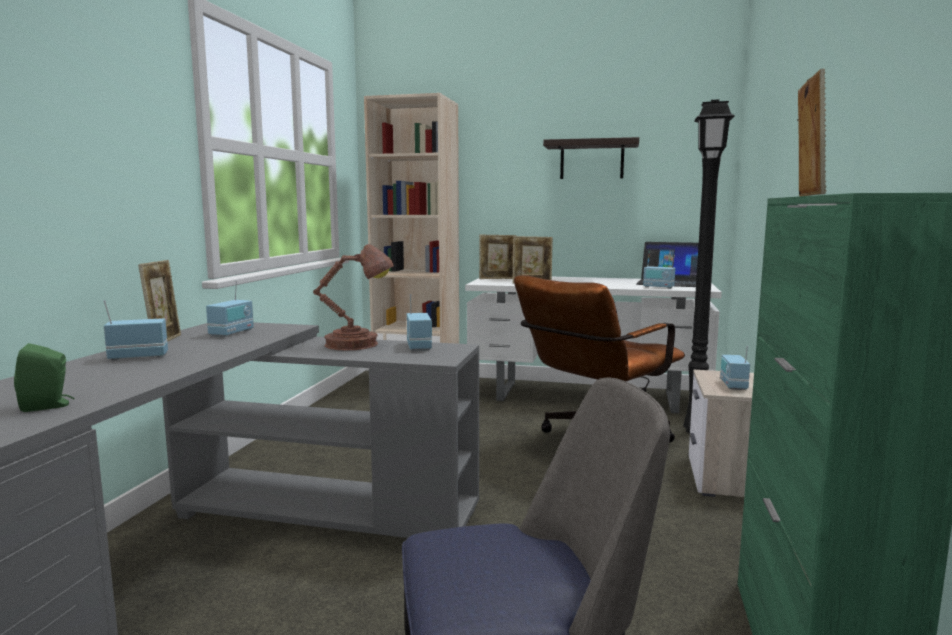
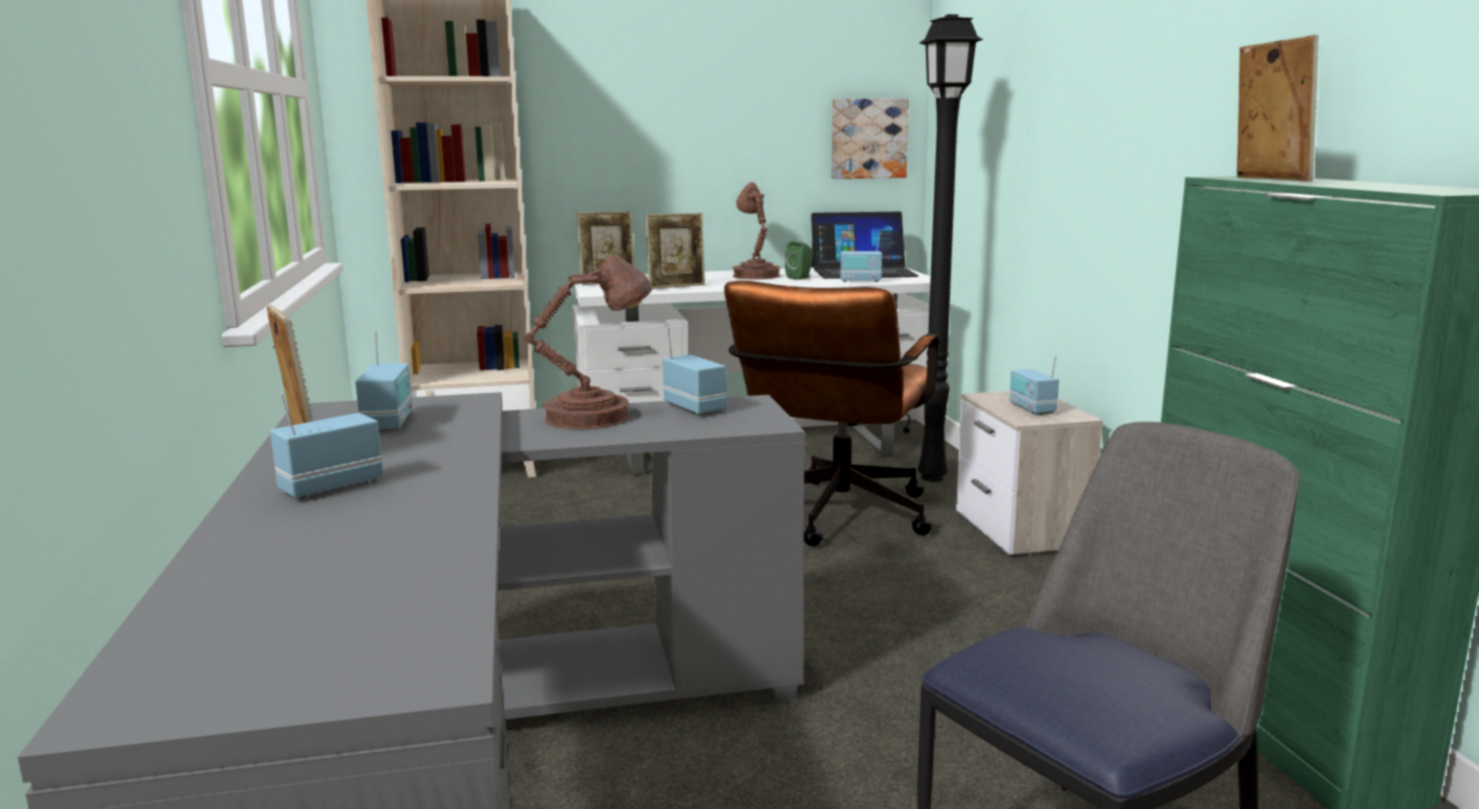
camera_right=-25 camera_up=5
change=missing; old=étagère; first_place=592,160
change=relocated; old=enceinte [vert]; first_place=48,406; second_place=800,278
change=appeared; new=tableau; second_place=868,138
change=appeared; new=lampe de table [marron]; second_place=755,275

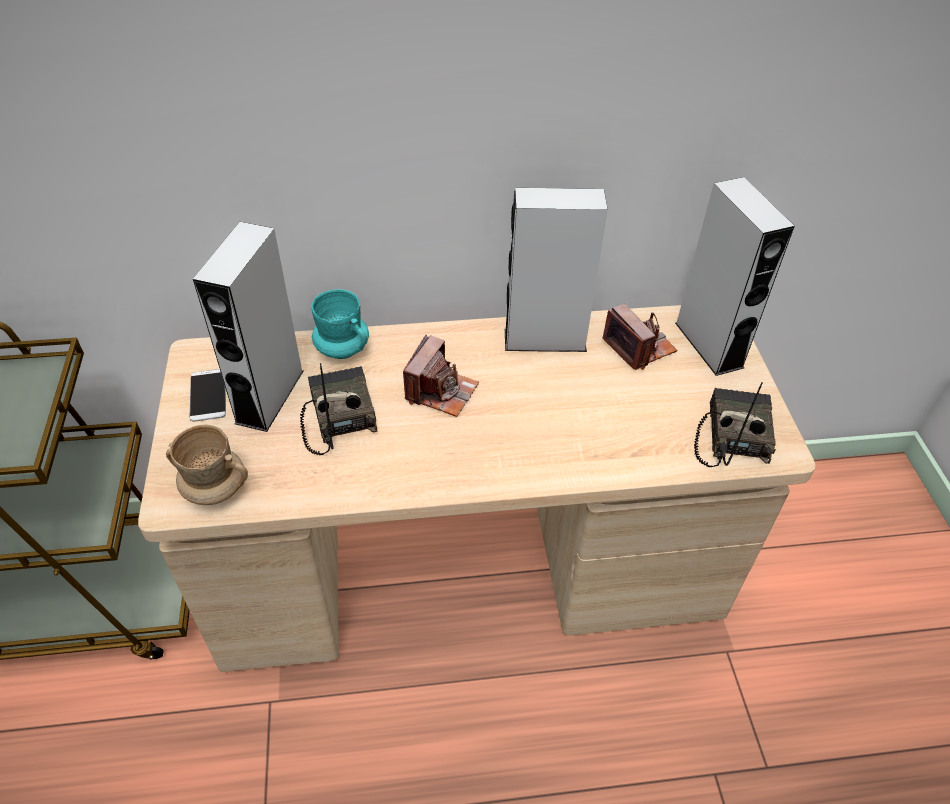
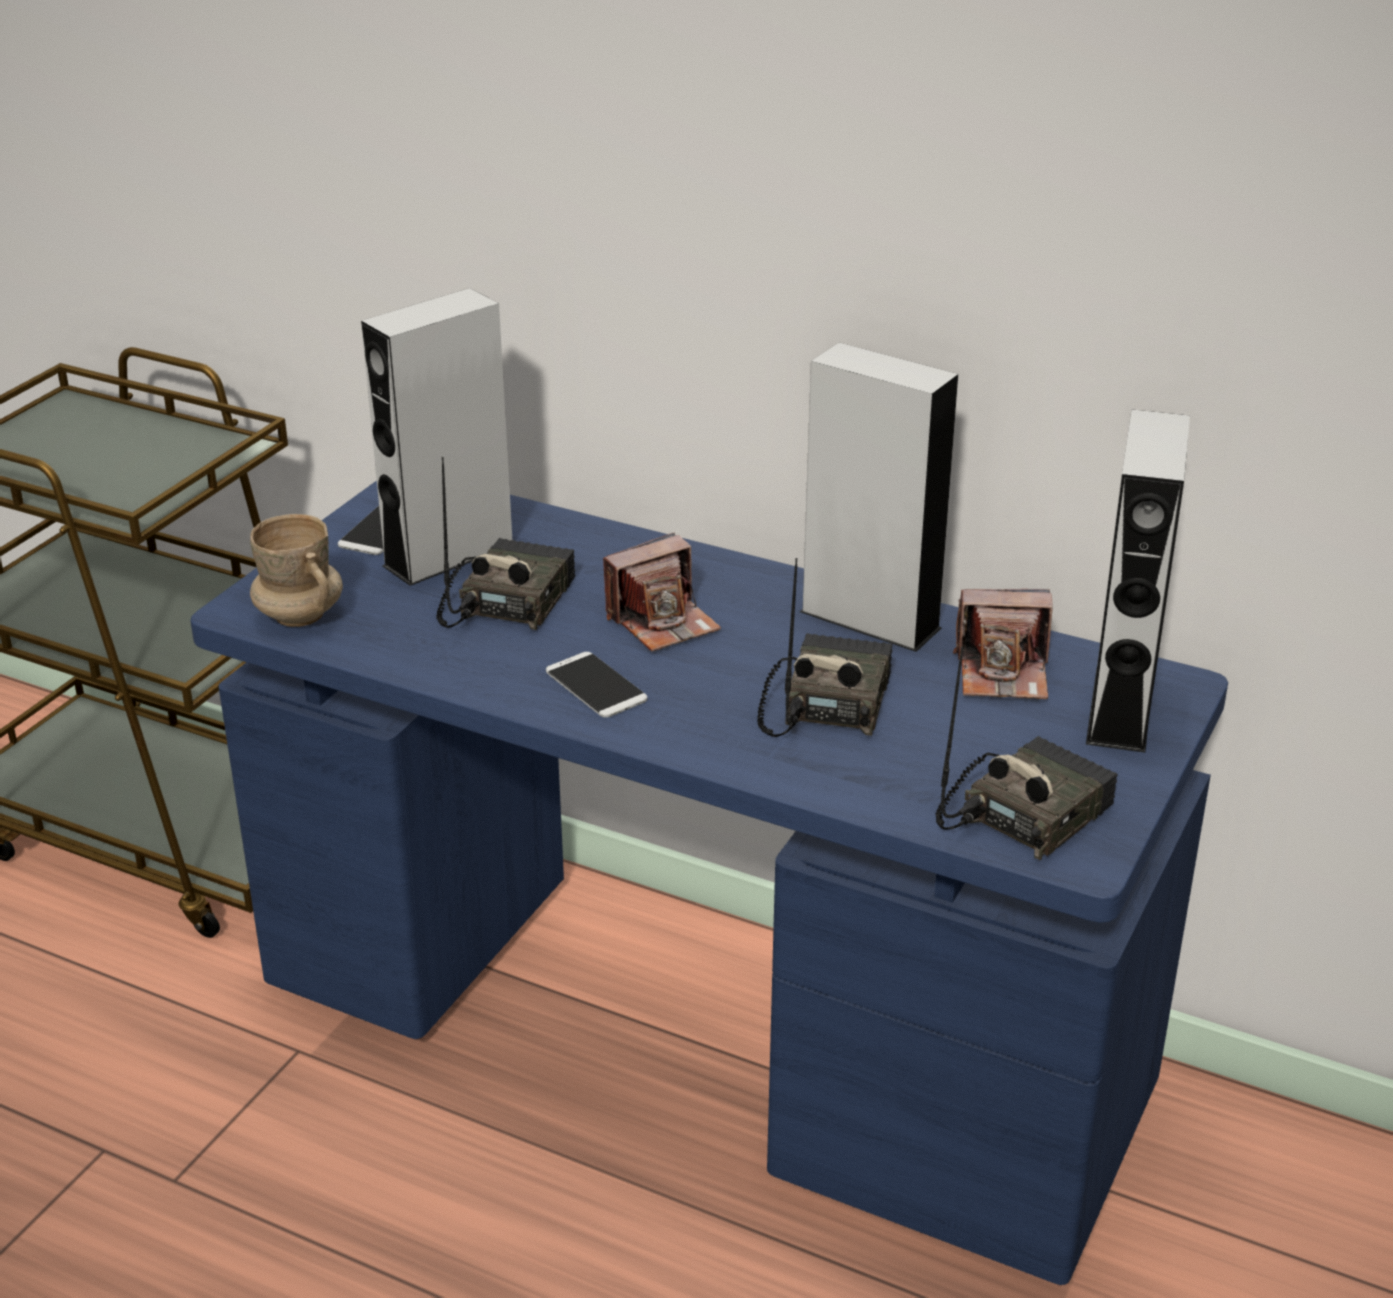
camera_right=35 camera_up=-15
change=missing; old=mug [turquoise]; first_place=342,349
change=spun; old=appareil photo; first_place=639,347; second_place=1003,673; degrees=90
change=colour; old=bureau [beige]; new=bureau [bleu]; first_place=470,574; second_place=697,1038
change=appeared; new=radio; second_place=825,702
change=appeared; new=téléphone; second_place=596,686

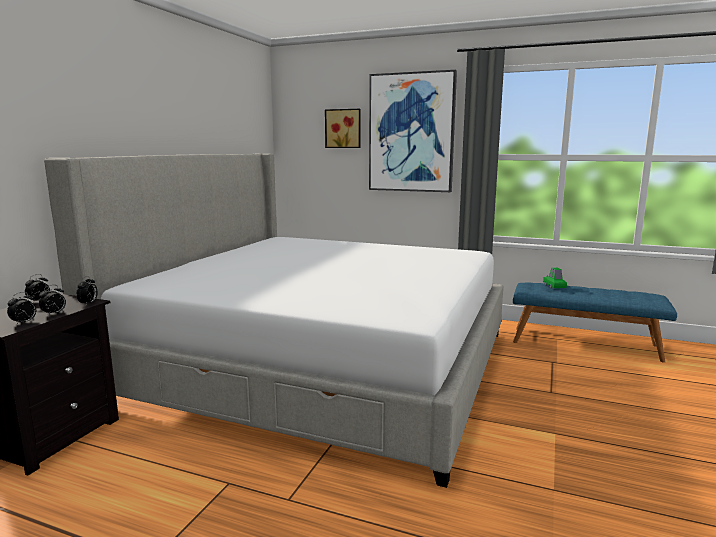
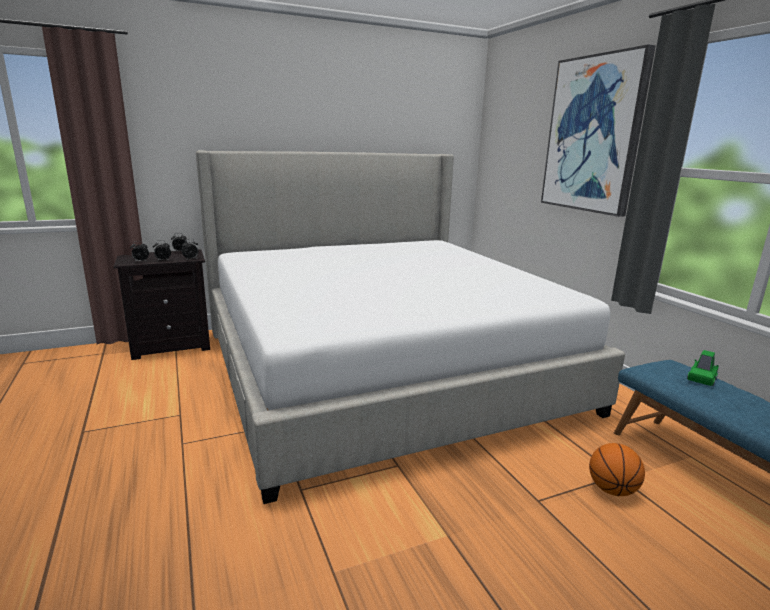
camera_right=45 camera_up=5
change=missing; old=tableau; first_place=343,128
change=appeared; new=ballon de basket; second_place=612,490

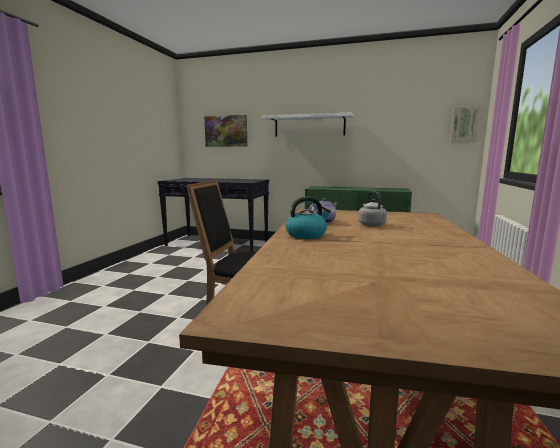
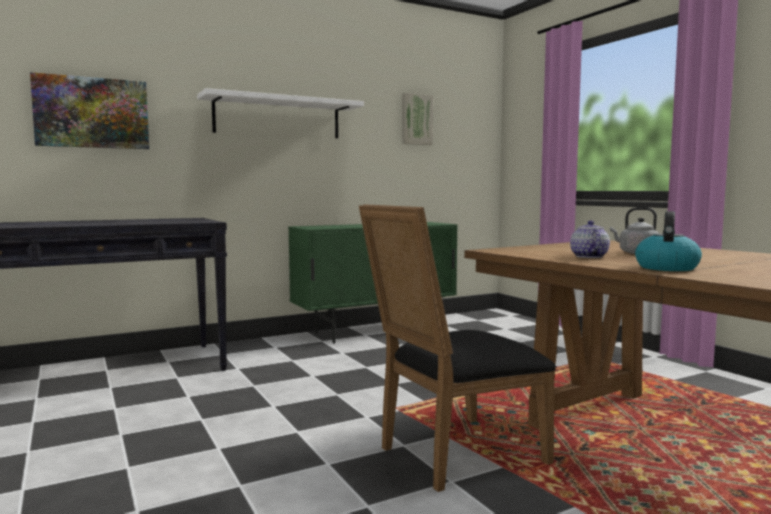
camera_right=-45 camera_up=-5
change=relocated; old=tableau; first_place=464,124; second_place=416,119

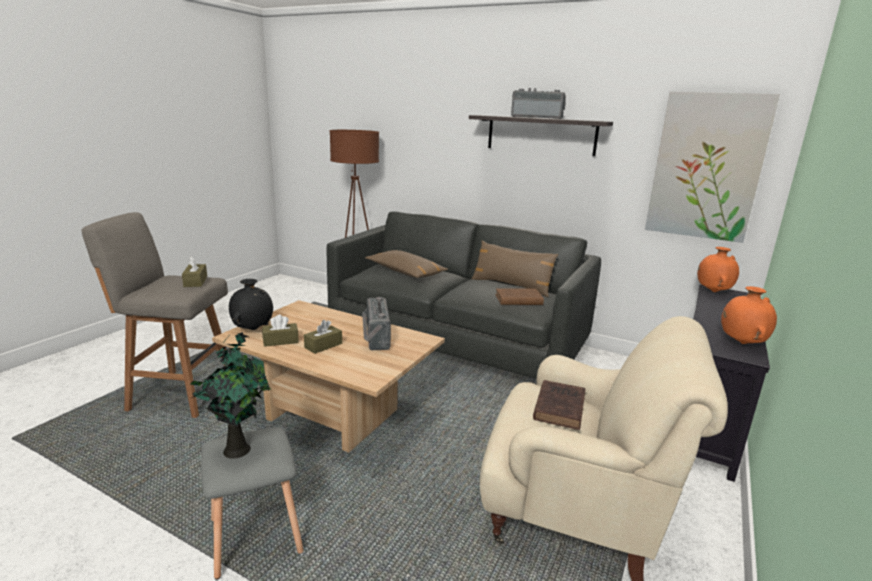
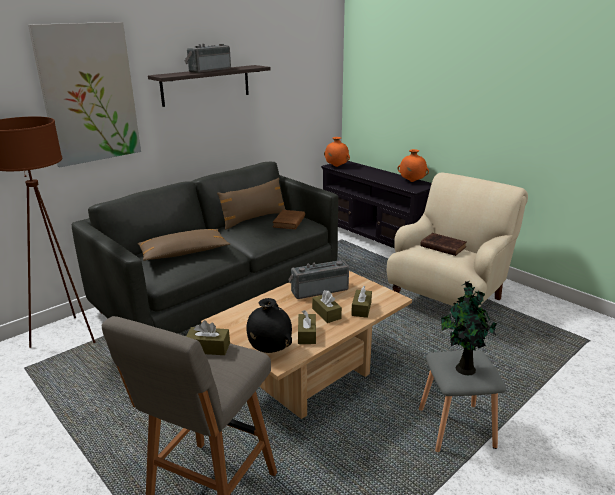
camera_right=-70 camera_up=5
change=relocated; old=tableau; first_place=706,167; second_place=89,94
change=spun; old=radio; first_place=374,337; second_place=319,289; degrees=150
change=appeared; new=boîte à mouchoirs [marron]; second_place=361,309

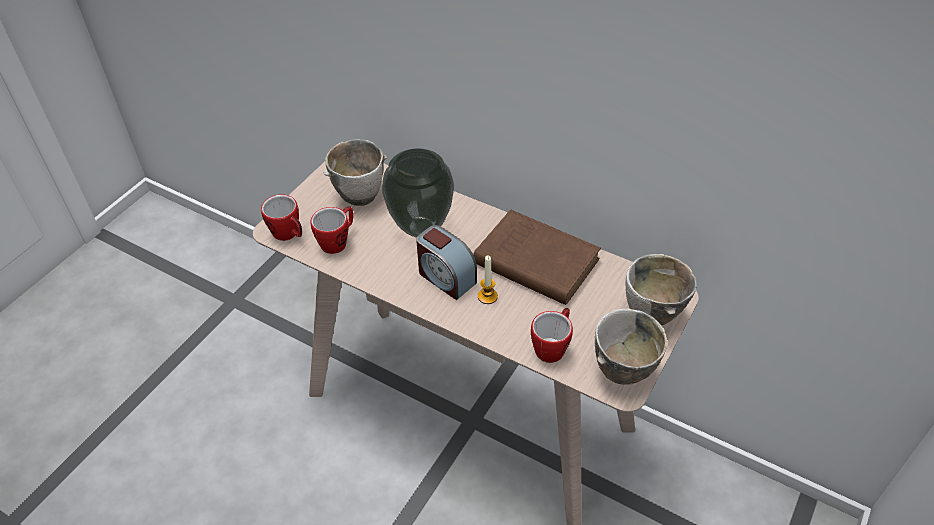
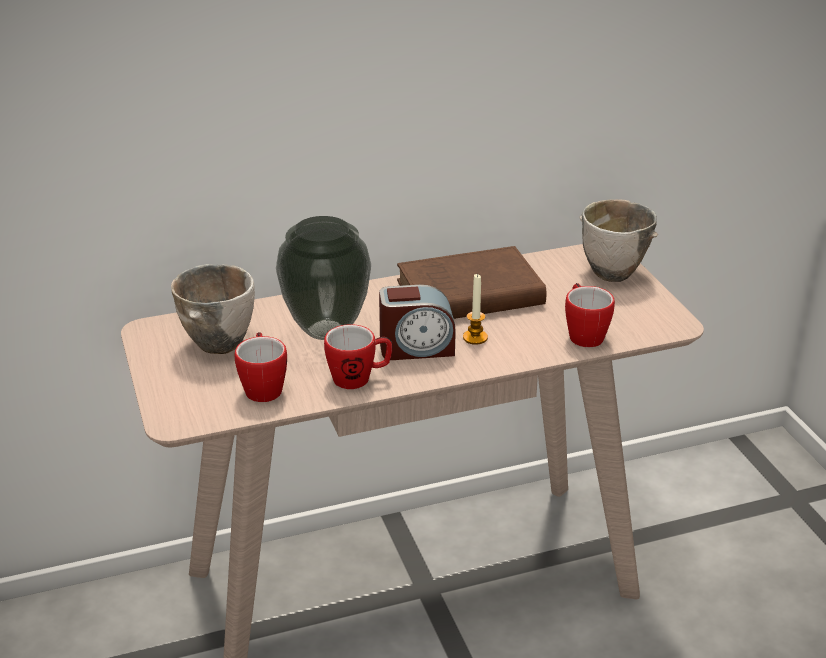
camera_right=-50 camera_up=-15
change=relocated; old=mug; first_place=289,234; second_place=359,378
change=missing; old=bol; first_place=620,374

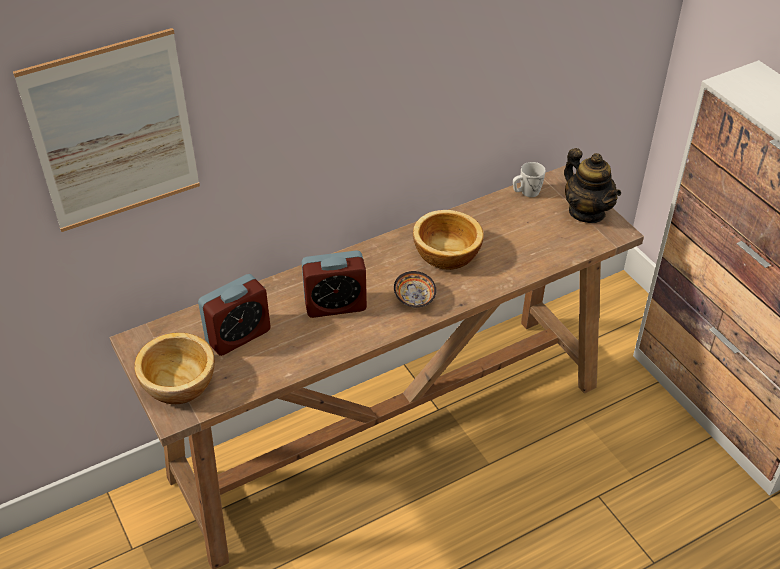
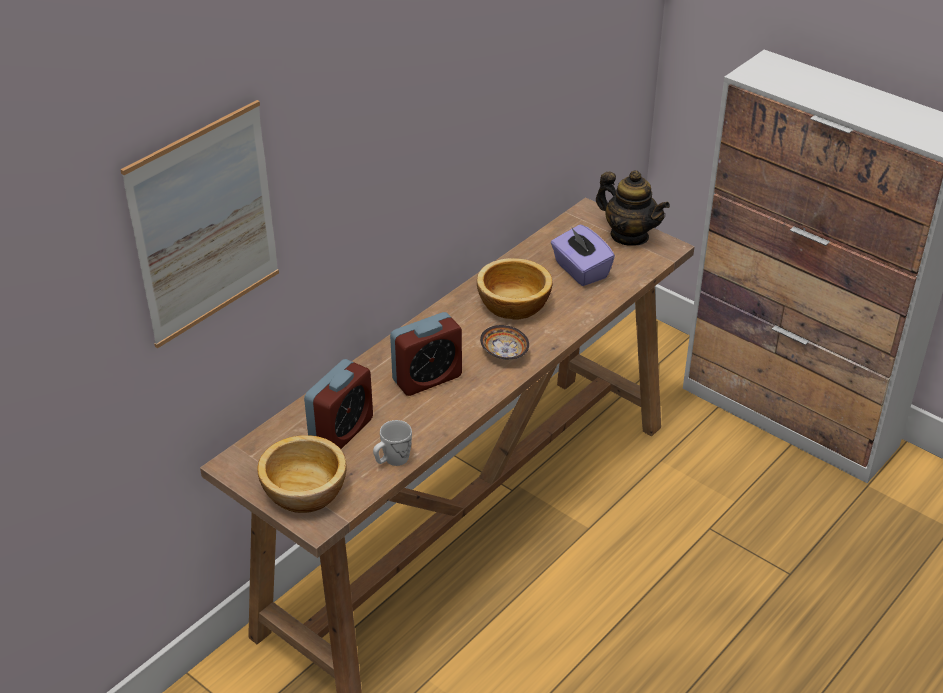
camera_right=-20 camera_up=-5
change=relocated; old=mug [blanc]; first_place=526,192; second_place=392,460
change=appeared; new=boîte à mouchoirs [violet]; second_place=580,270

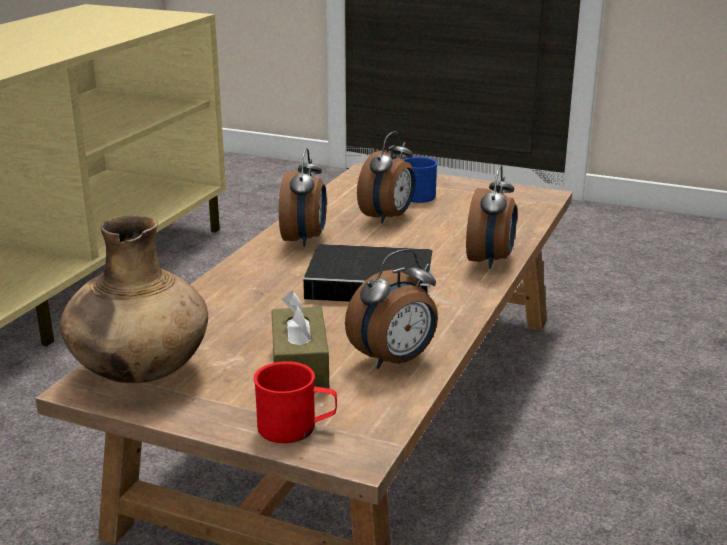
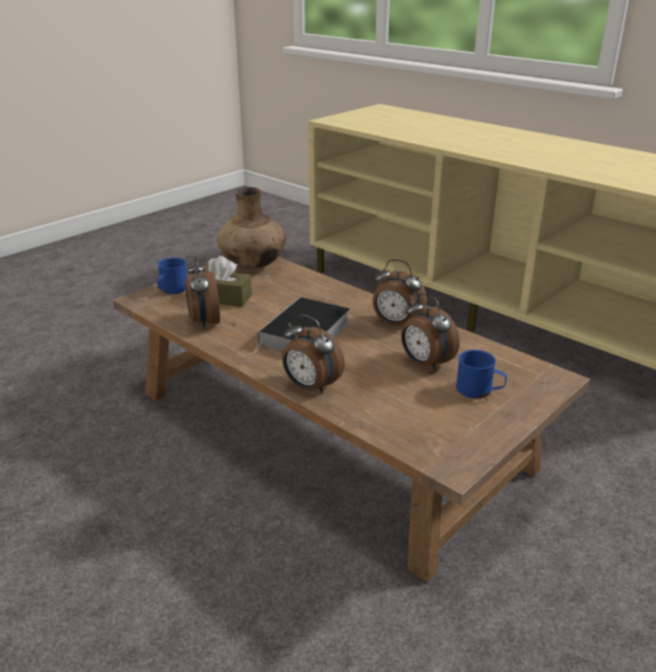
camera_right=110 camera_up=5
change=colour; old=mug [rouge]; new=mug [bleu]; first_place=296,428; second_place=172,290

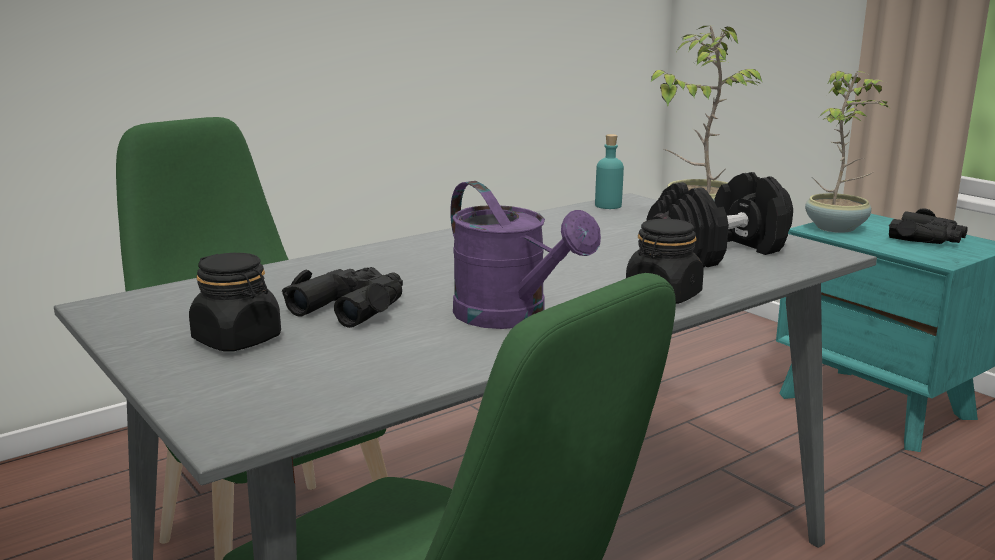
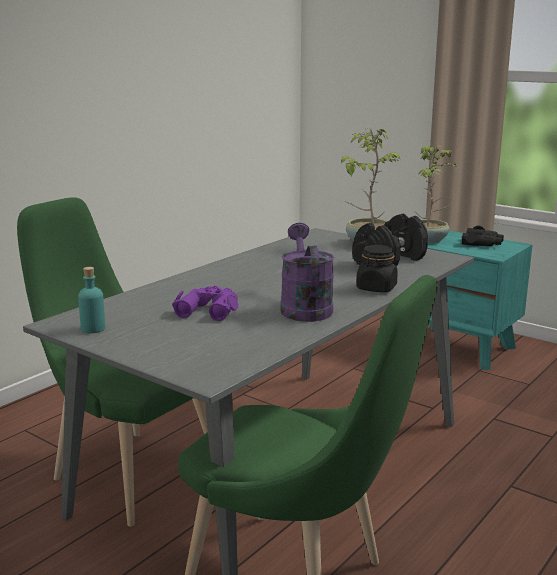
camera_right=-15 camera_up=0
change=relocated; old=bouteille [turquoise]; first_place=608,206; second_place=93,329
change=spun; old=arrosoir [violet]; first_place=511,317; second_place=304,307; degrees=-135
change=missing; old=bocal [noir]; first_place=237,340
change=colour; old=jumelles [noir]; new=jumelles [violet]; first_place=352,306; second_place=209,309

